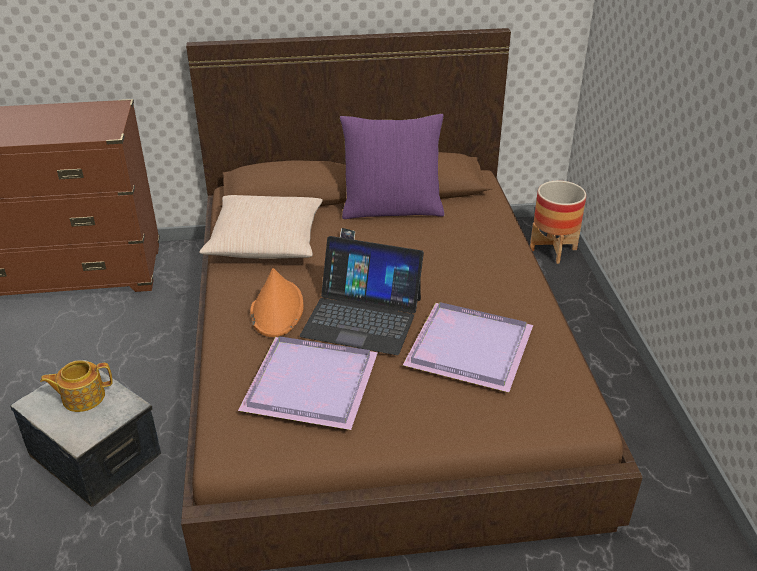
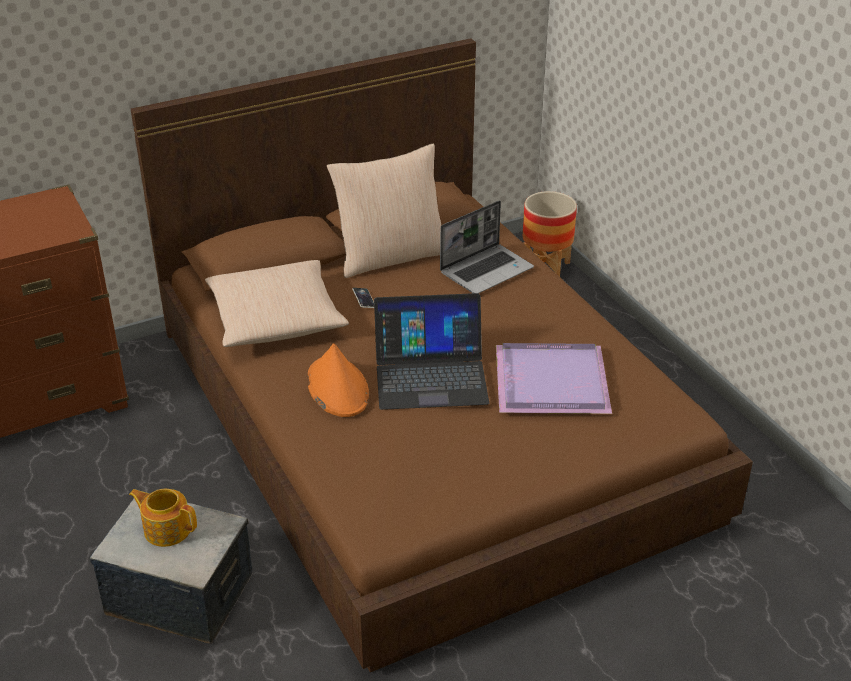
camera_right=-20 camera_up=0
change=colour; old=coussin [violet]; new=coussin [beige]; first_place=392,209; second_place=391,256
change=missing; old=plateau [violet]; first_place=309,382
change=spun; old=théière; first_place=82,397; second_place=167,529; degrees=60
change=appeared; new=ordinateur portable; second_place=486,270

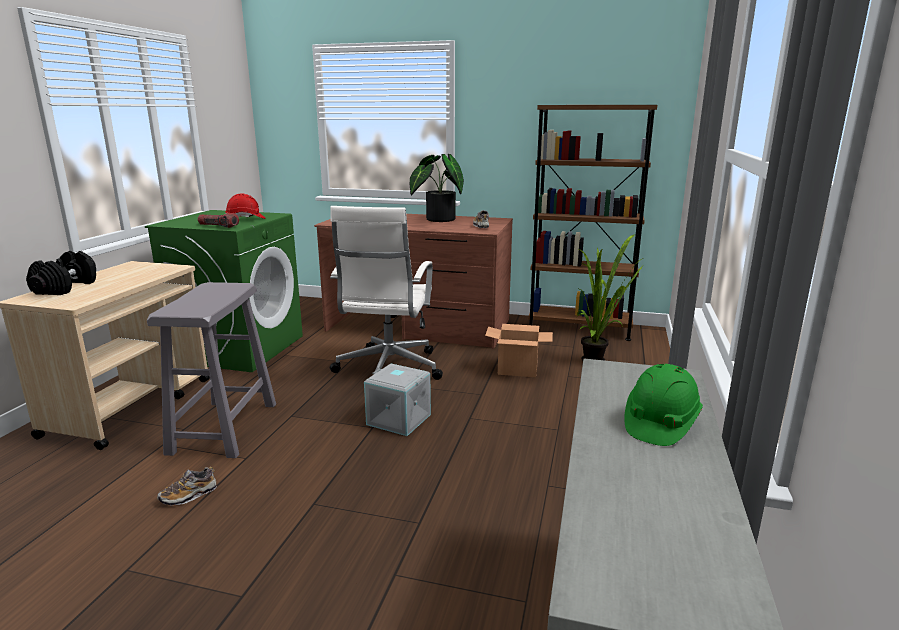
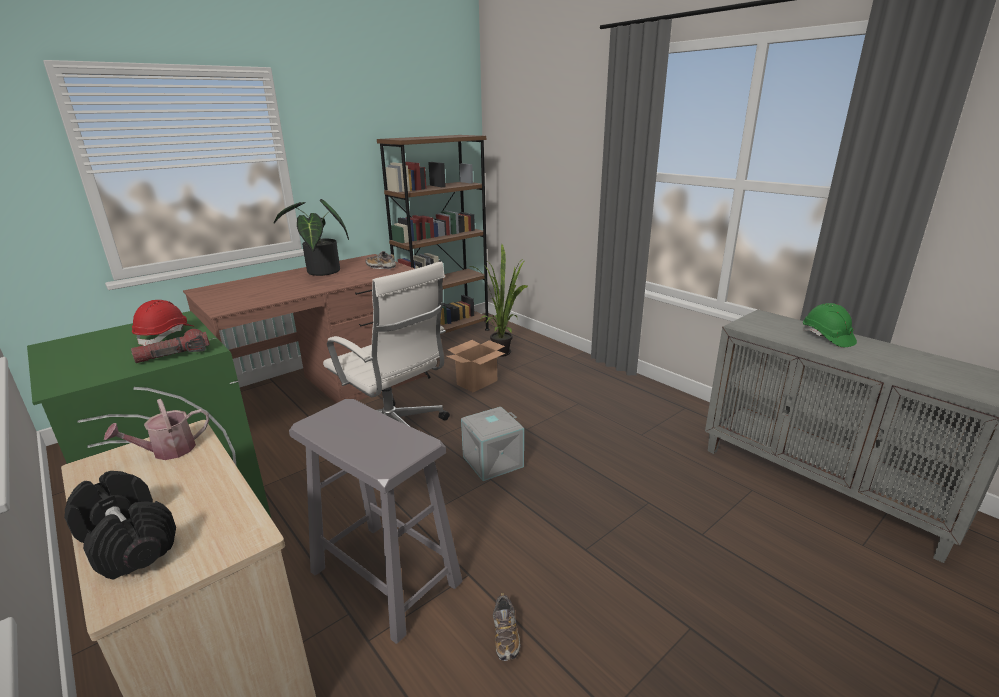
camera_right=-55 camera_up=5
change=appeared; new=arrosoir; second_place=167,451

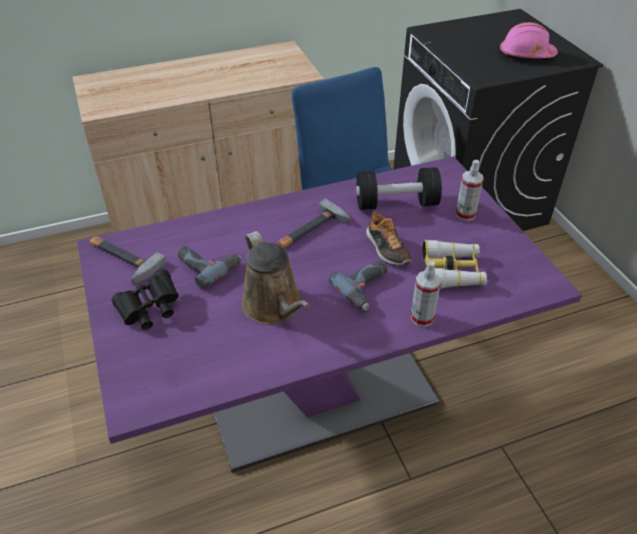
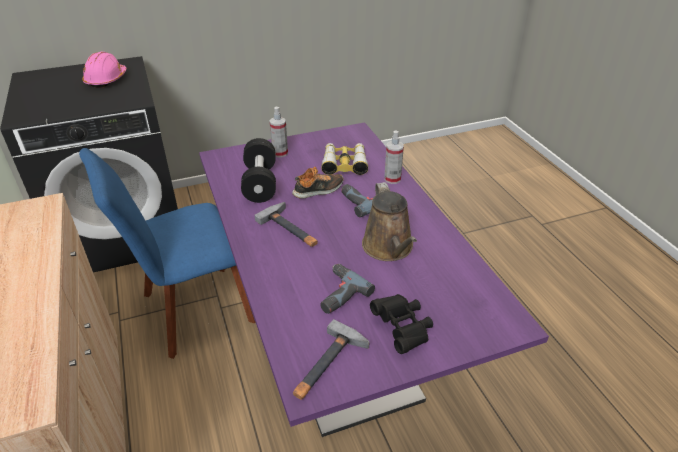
camera_right=-90 camera_up=-5
change=spun; old=arrosoir [marron]; first_place=274,306; second_place=389,248; degrees=105

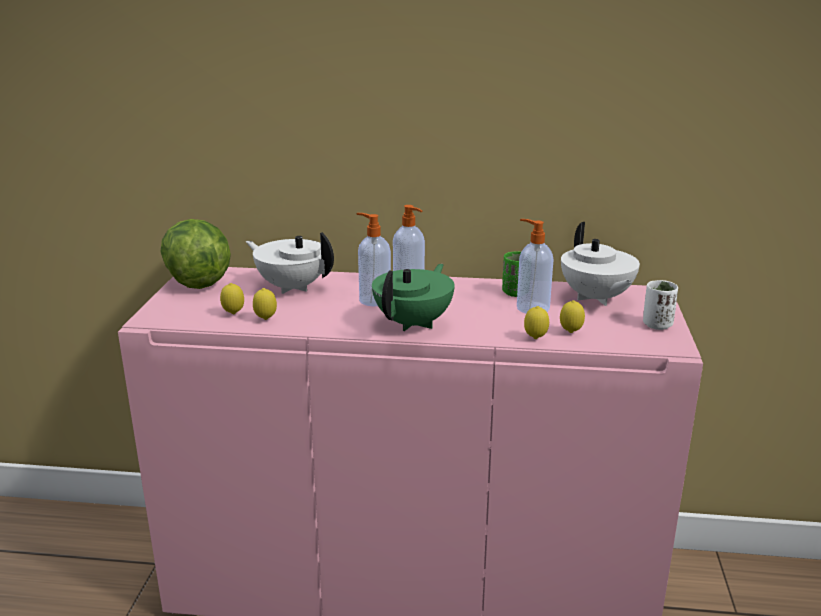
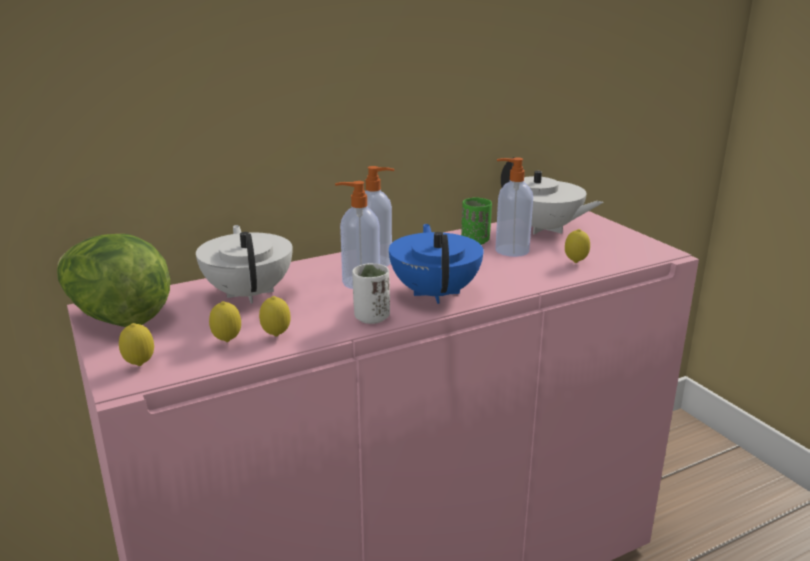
camera_right=-35 camera_up=0
change=spun; old=théière [blanc]; first_place=292,287; second_place=249,293; degrees=75
change=colour; old=théière [vert]; new=théière [bleu]; first_place=414,323; second_place=435,293
change=relocated; old=tasse [blanc]; first_place=657,325; second_place=371,317
change=relocated; old=citron; first_place=535,339; second_place=140,365

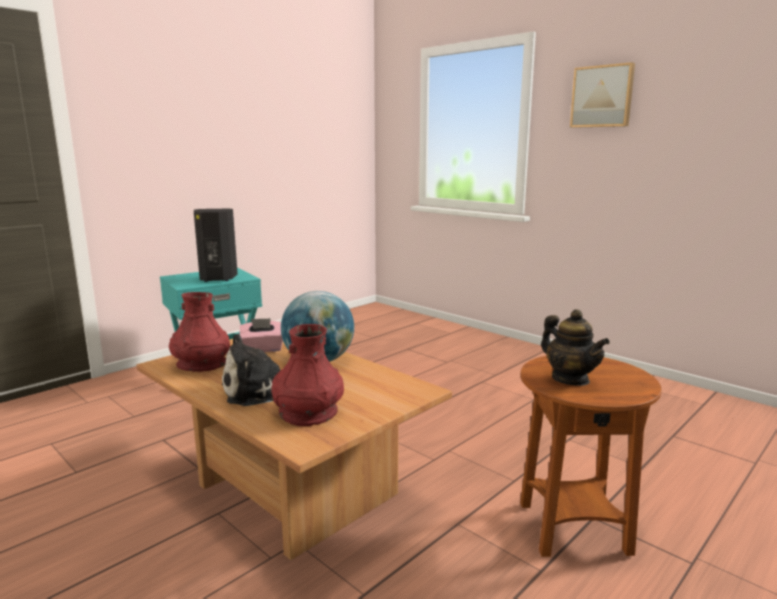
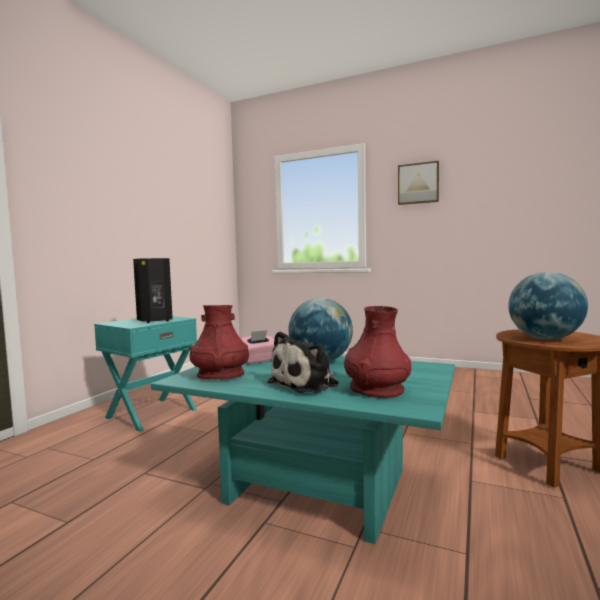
camera_right=-20 camera_up=-10
change=exchanged; old=théière; new=globe; first_place=570,379; second_place=545,339
change=colour; old=table basse [marron]; new=table basse [turquoise]; first_place=291,491; second_place=313,488

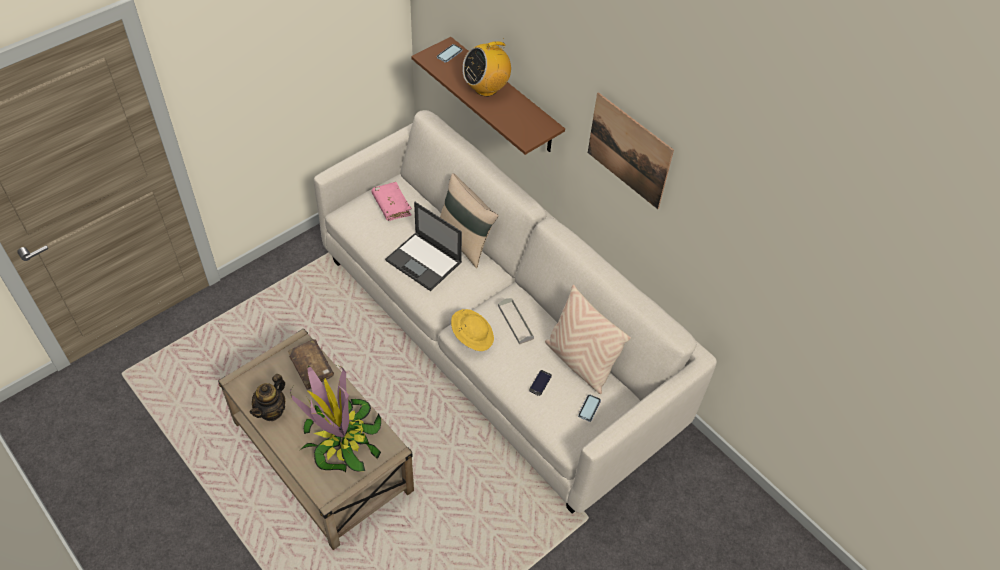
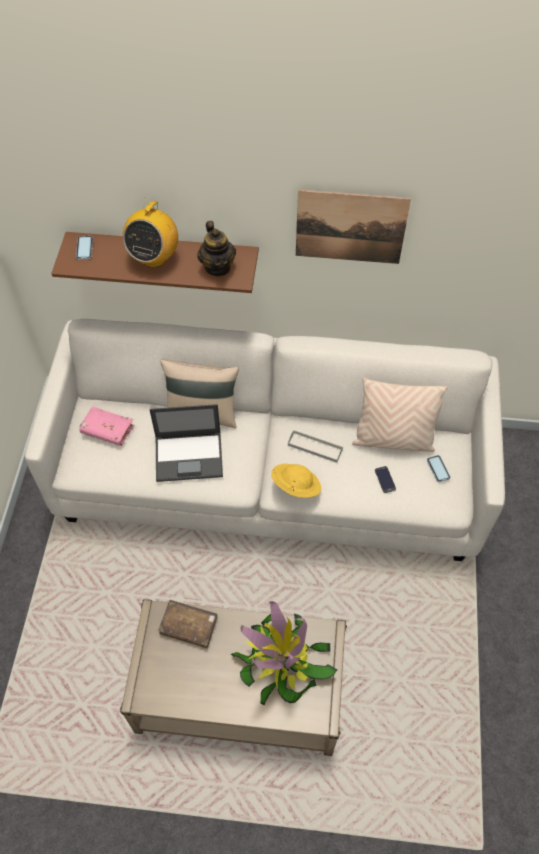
camera_right=-40 camera_up=5
change=relocated; old=théière; first_place=272,410; second_place=218,267

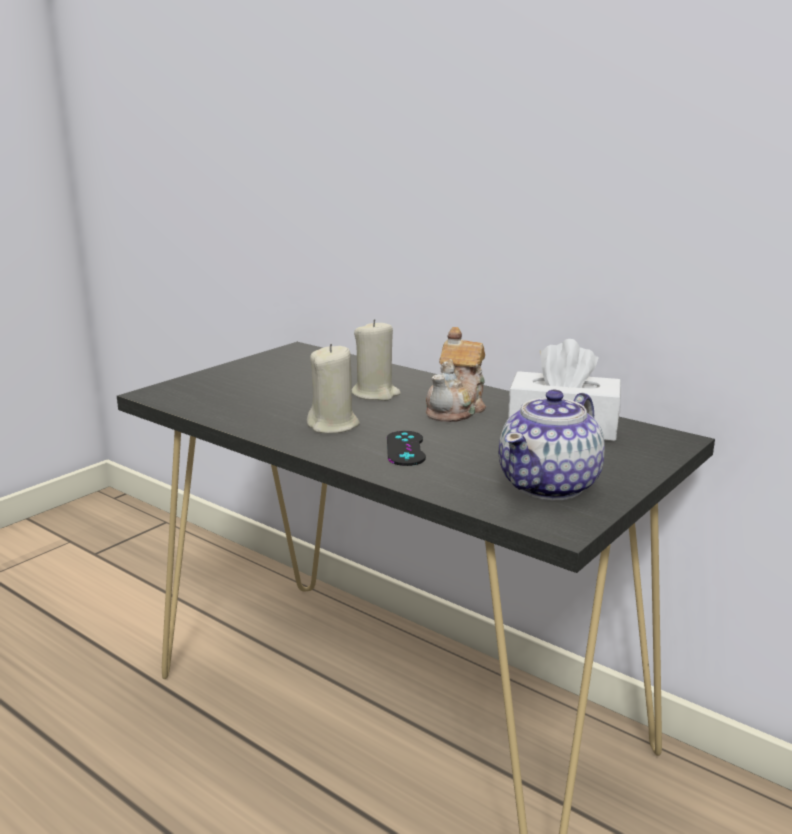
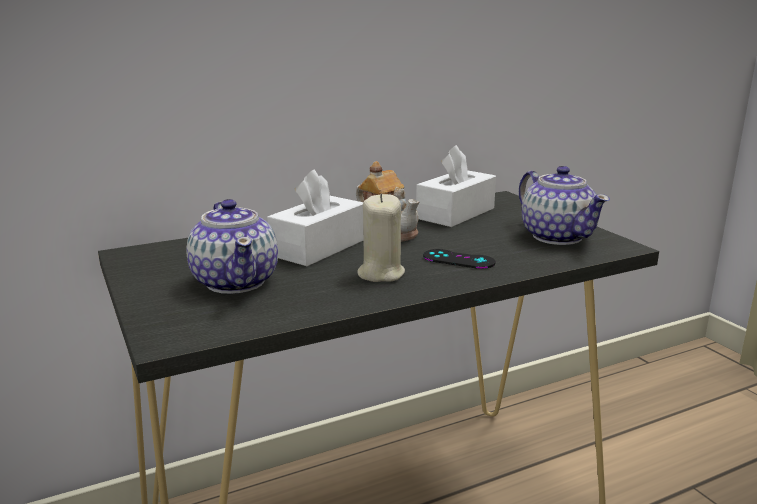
camera_right=-65 camera_up=0
change=exchanged; old=bougie [beige]; new=boîte à mouchoirs [blanc]; first_place=375,394; second_place=318,247
change=appeared; new=théière; second_place=236,281

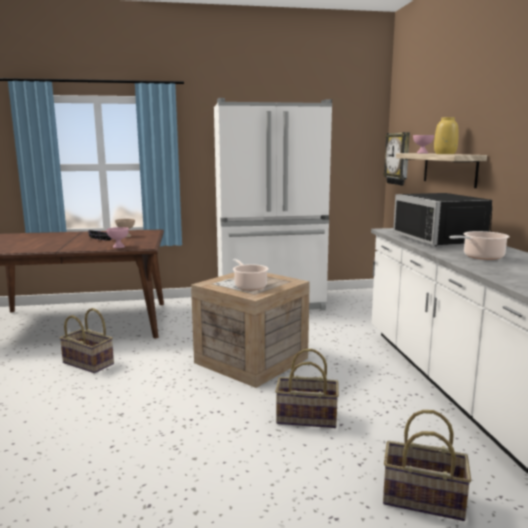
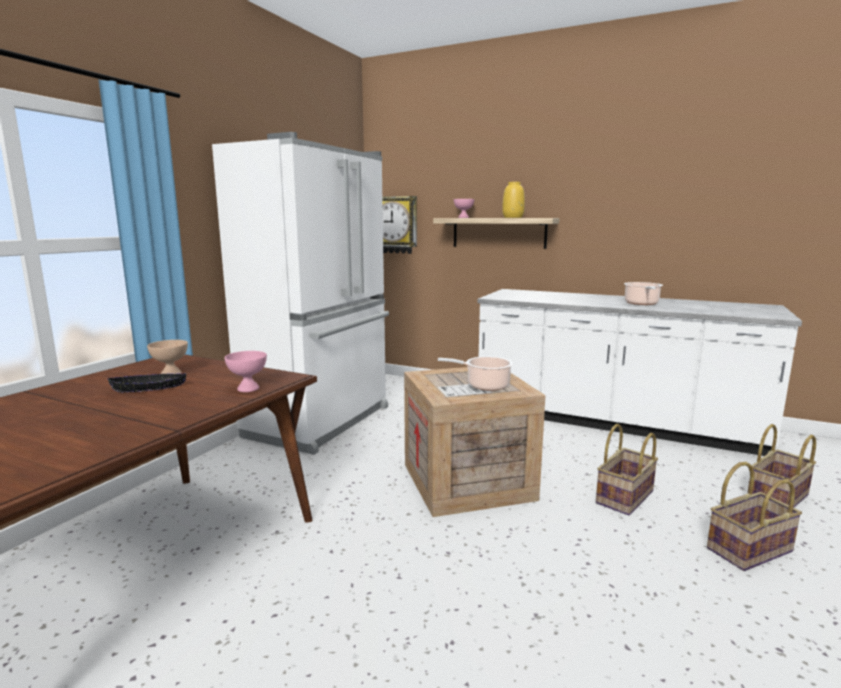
camera_right=-55 camera_up=0
change=missing; old=micro-ondes [noir]; first_place=443,239
change=relocated; old=panier; first_place=89,363; second_place=748,549

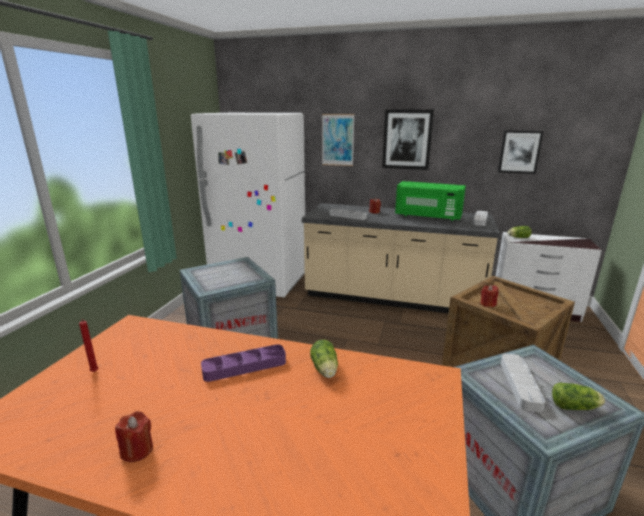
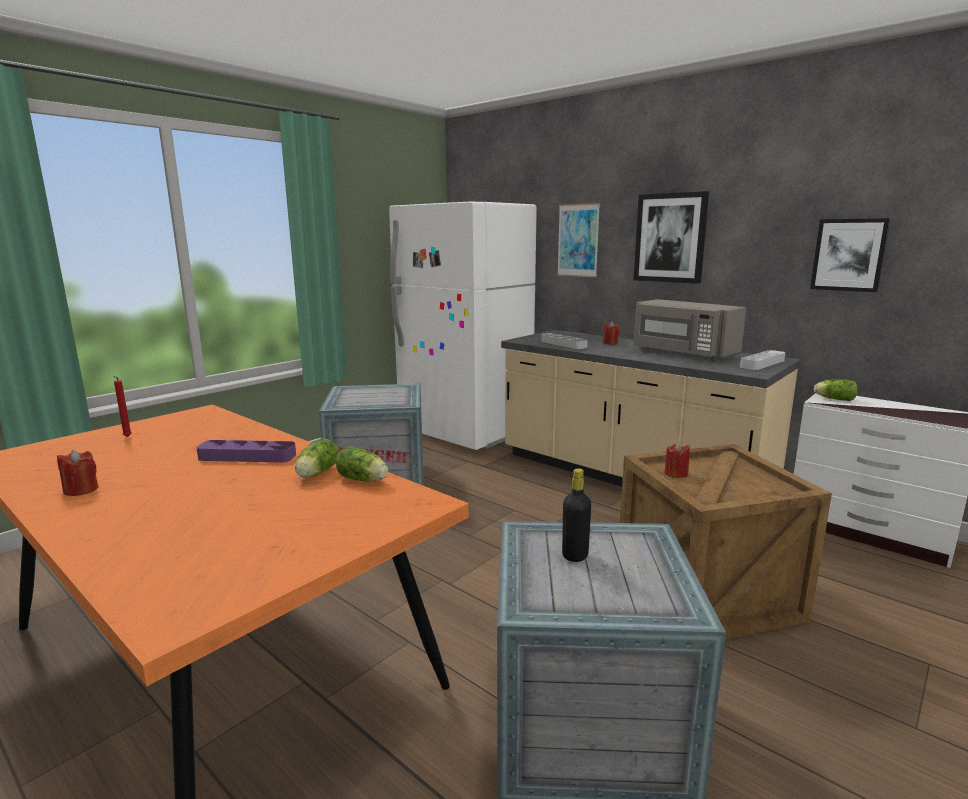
camera_right=25 camera_up=-5
change=colour; old=micro-ondes [vert]; new=micro-ondes [gris]; first_place=428,216; second_place=682,353
change=exchanged; old=plateau [gris]; new=bouteille [noir]; first_place=520,384; second_place=575,555
change=relocated; old=laitue; first_place=576,407; second_place=364,480

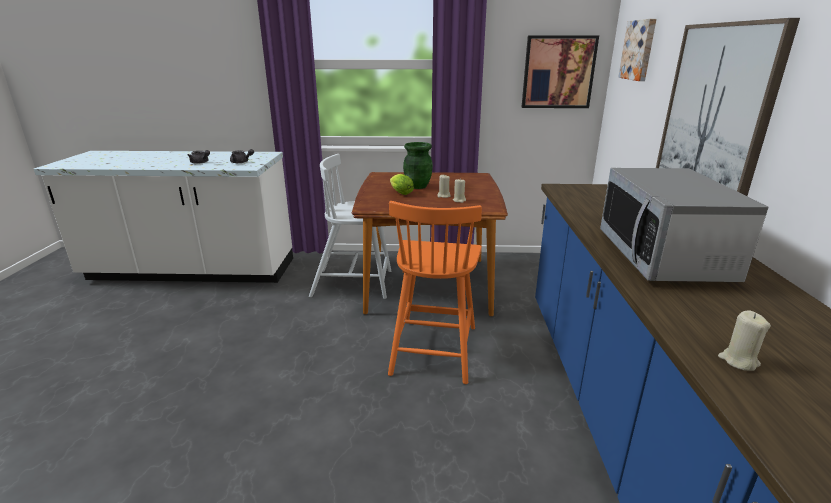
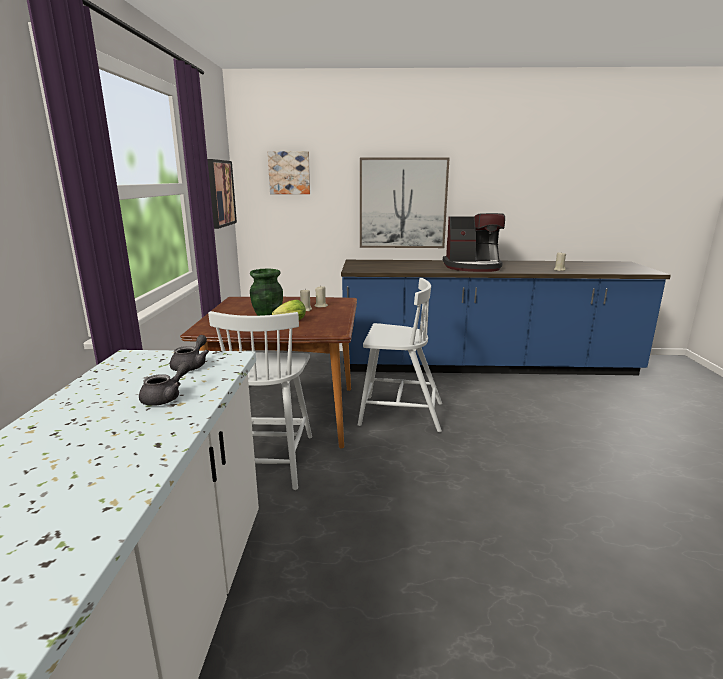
camera_right=-90 camera_up=-5
change=exchanged; old=micro-ondes; new=machine à café; first_place=663,257; second_place=472,267
change=colour; old=chaise [orange]; new=chaise [blanc]; first_place=434,348; second_place=399,413

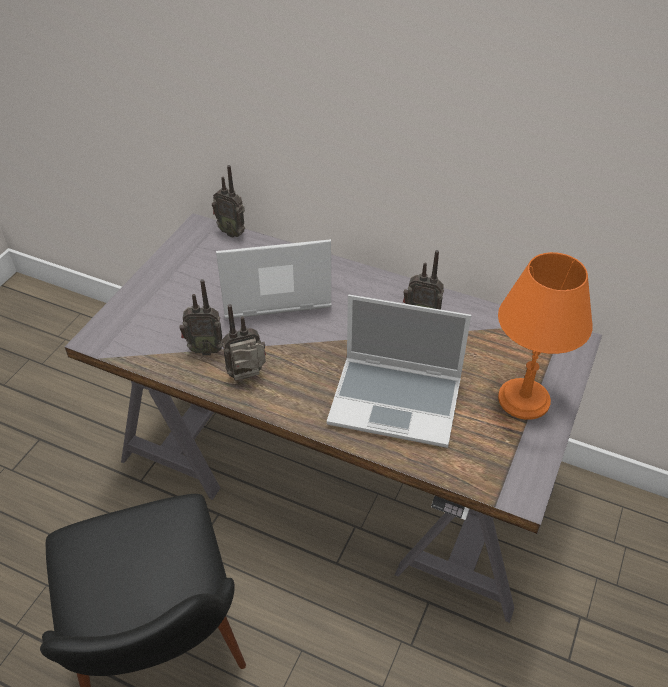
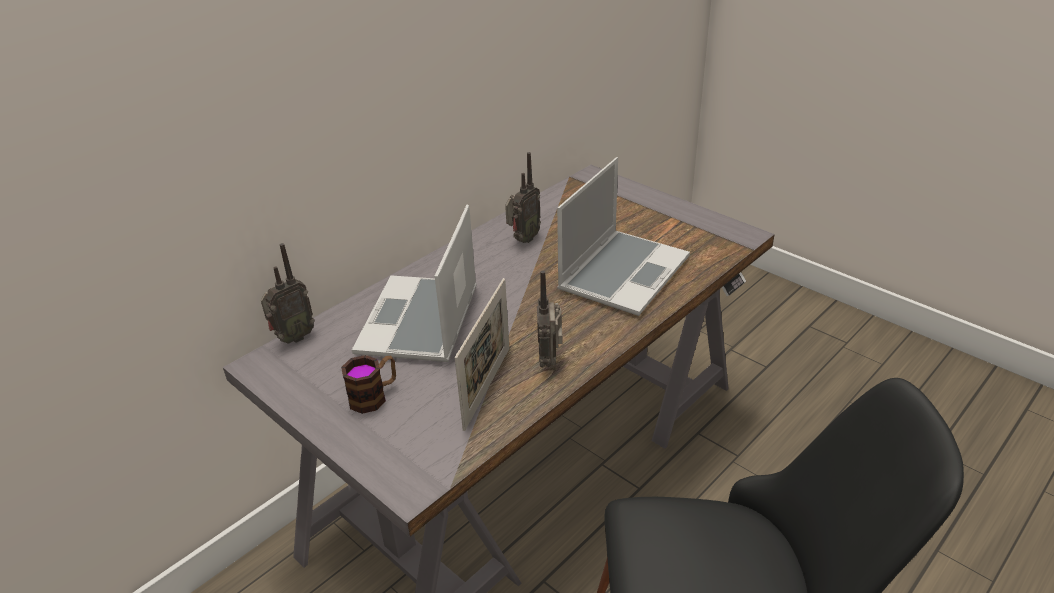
camera_right=-70 camera_up=-10
change=missing; old=lampe de table [orange]; first_place=523,399
change=exchanged; old=radio; new=cadre photo; first_place=205,349; second_place=487,387
change=appeared; new=mug; second_place=374,396

